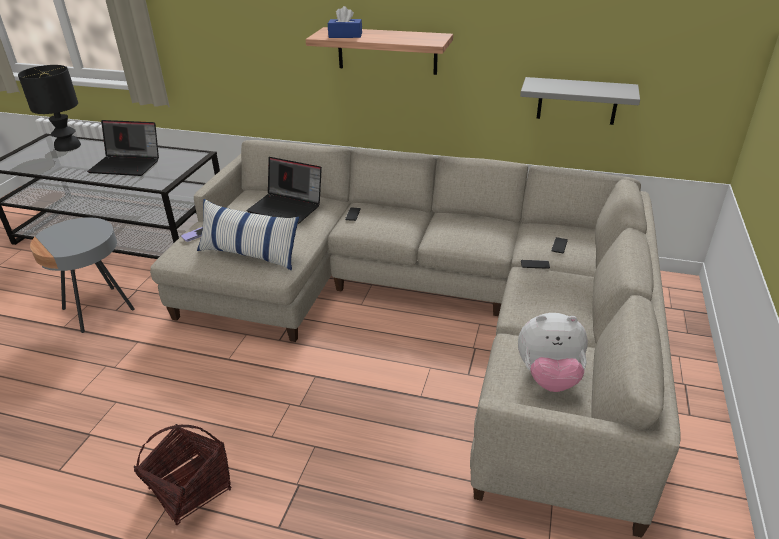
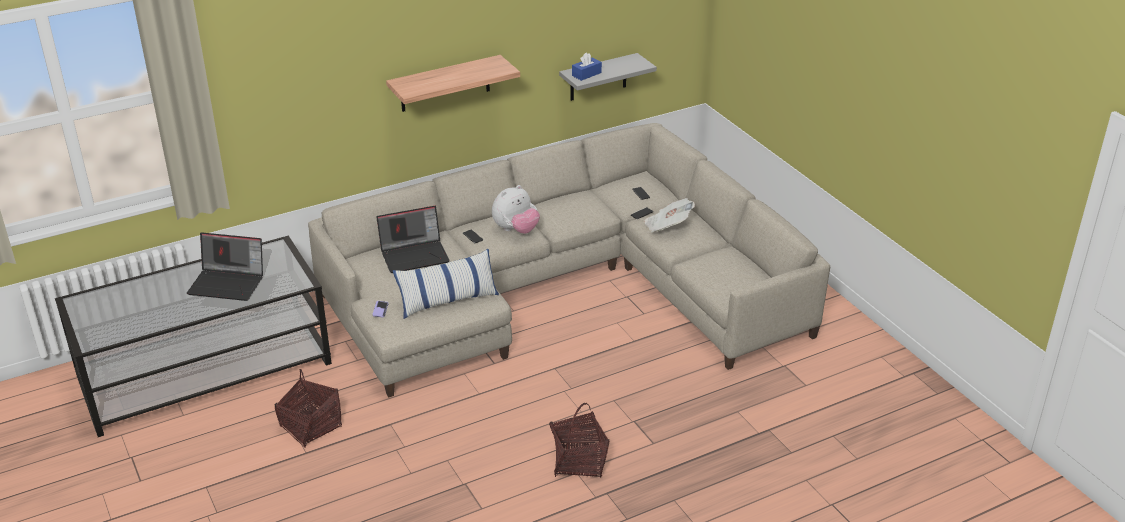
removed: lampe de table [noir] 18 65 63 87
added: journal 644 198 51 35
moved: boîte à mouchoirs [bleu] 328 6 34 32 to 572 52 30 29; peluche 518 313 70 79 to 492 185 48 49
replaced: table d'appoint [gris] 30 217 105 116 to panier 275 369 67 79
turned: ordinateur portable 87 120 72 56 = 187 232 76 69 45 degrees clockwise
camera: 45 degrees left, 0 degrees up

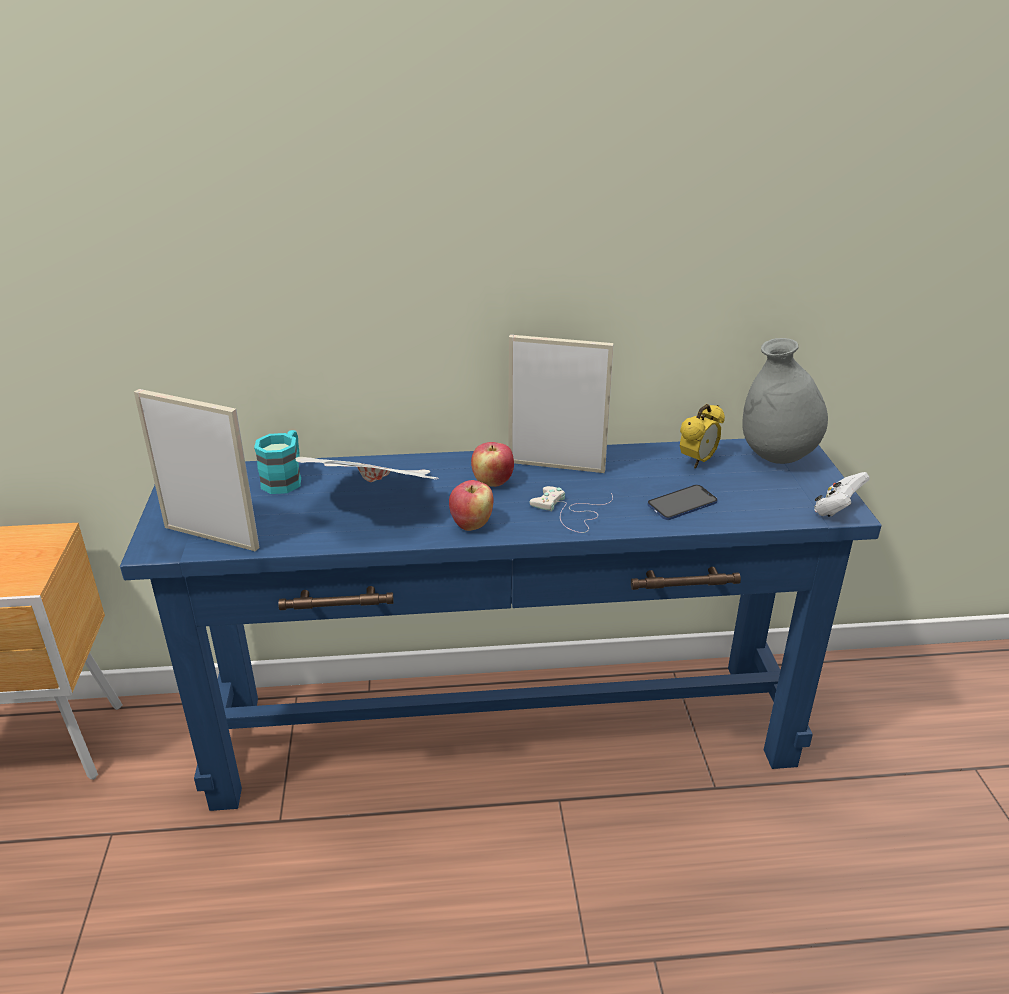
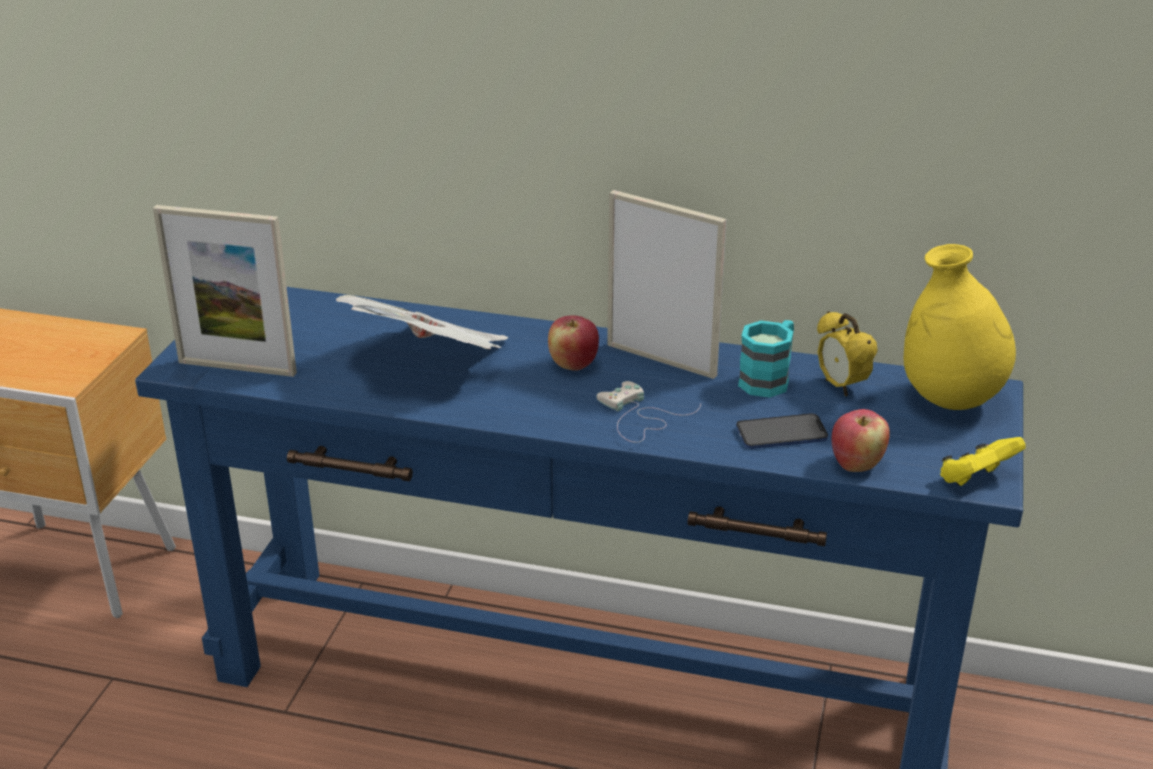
moved: mug [turquoise] 254 430 47 64 to 738 320 56 78; pomme 449 480 44 51 to 831 409 59 63
recoloured: vase [gris] 742 338 86 126 to vase [jaune] 904 244 112 166; manette [blanc] 814 472 56 45 to manette [jaune] 940 437 86 49
turned: cadre photo 134 389 126 162 = 153 205 144 172 150 degrees clockwise; réveil 680 404 45 64 = 817 311 61 86 90 degrees clockwise
camera: 20 degrees right, 0 degrees up

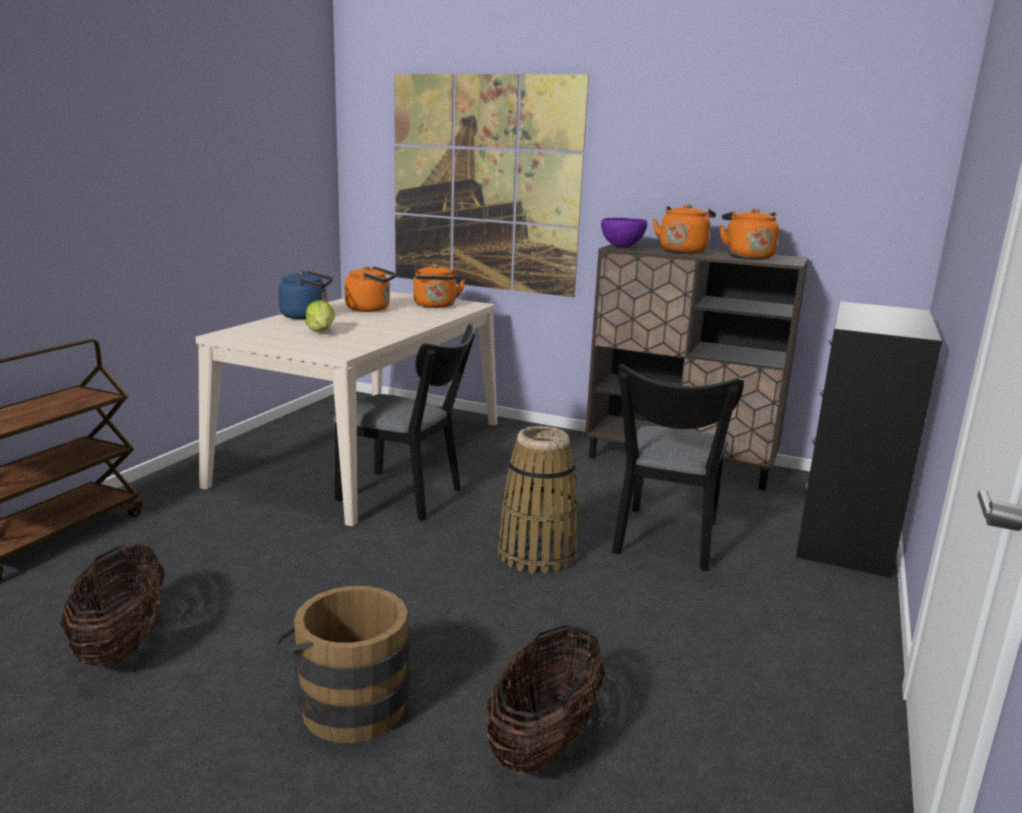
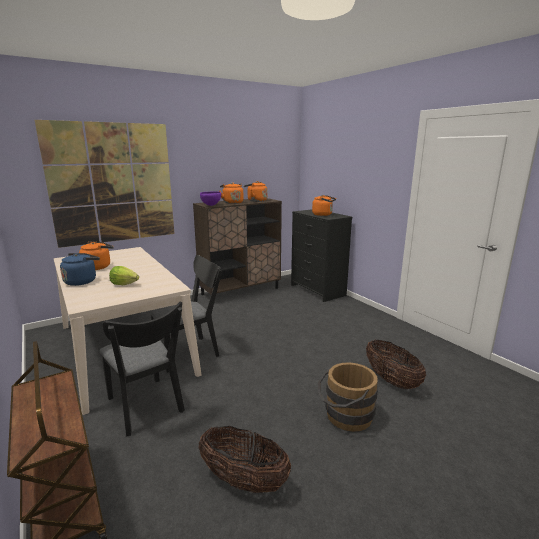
removed: panier 497 426 81 148
moved: bouilloire [orange] 413 264 53 44 to 312 195 24 21; chaise [noir] 612 364 132 207 to 99 302 86 134
camera: 55 degrees left, 0 degrees up

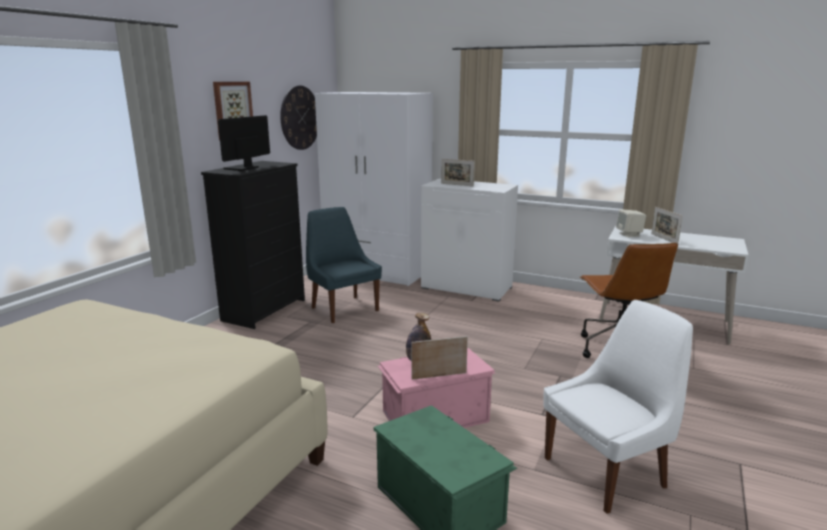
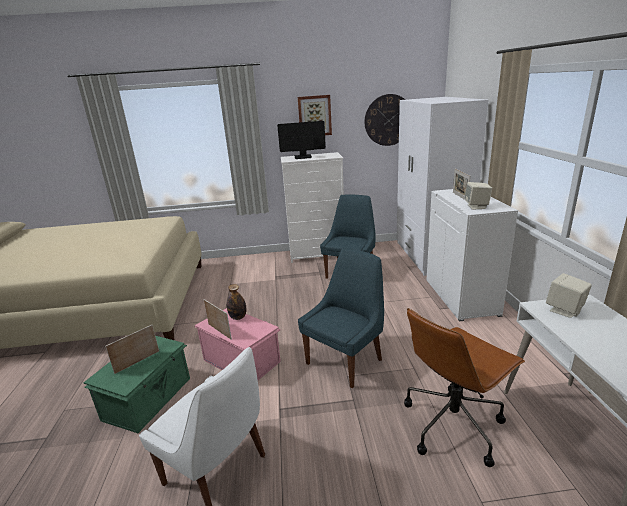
added: chaise [bleu] 298 248 86 140; enceinte [beige] 464 182 28 28
moved: cadre photo 651 207 32 36 to 105 325 54 49
recoloured: commode [noir] 201 161 104 168 to commode [blanc] 281 152 63 111
camera: 60 degrees right, 5 degrees up

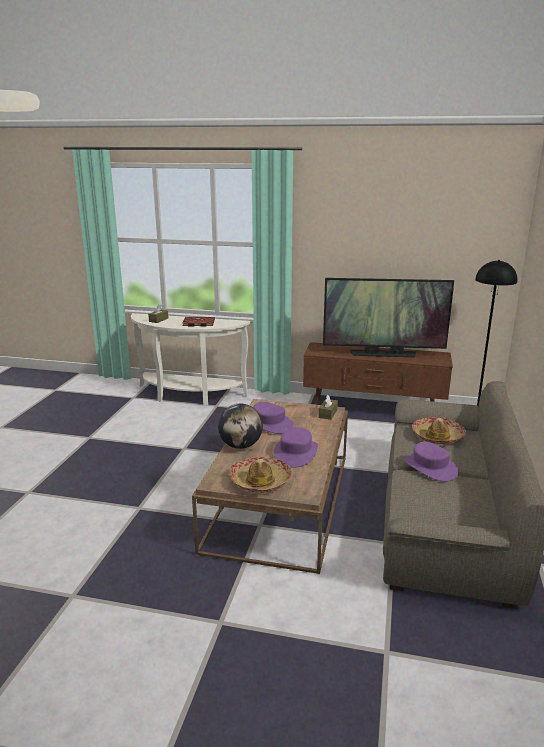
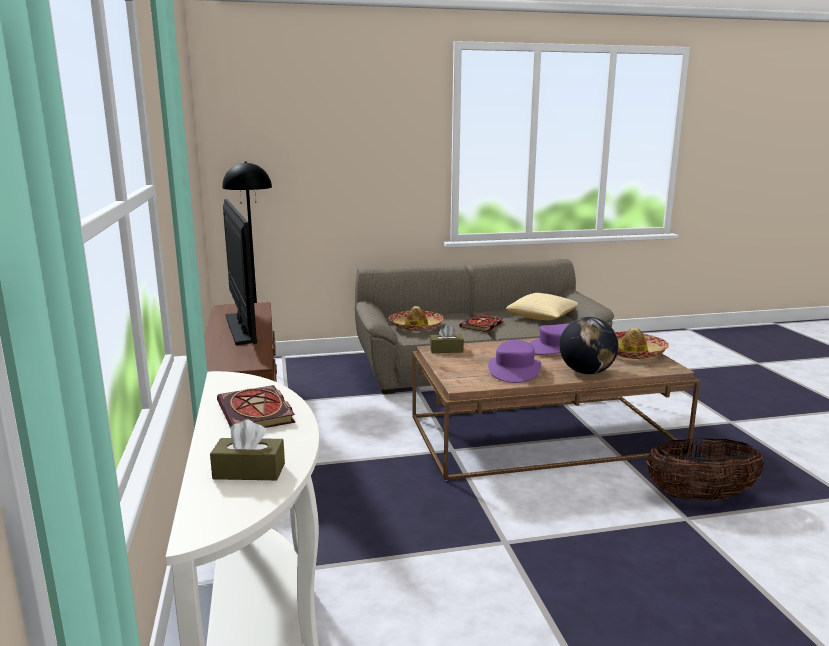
added: coussin 506 293 72 27; panier 646 438 118 63
replaced: chapeau [violet] 404 442 55 40 to livre 460 314 44 18
camera: 115 degrees left, 5 degrees down

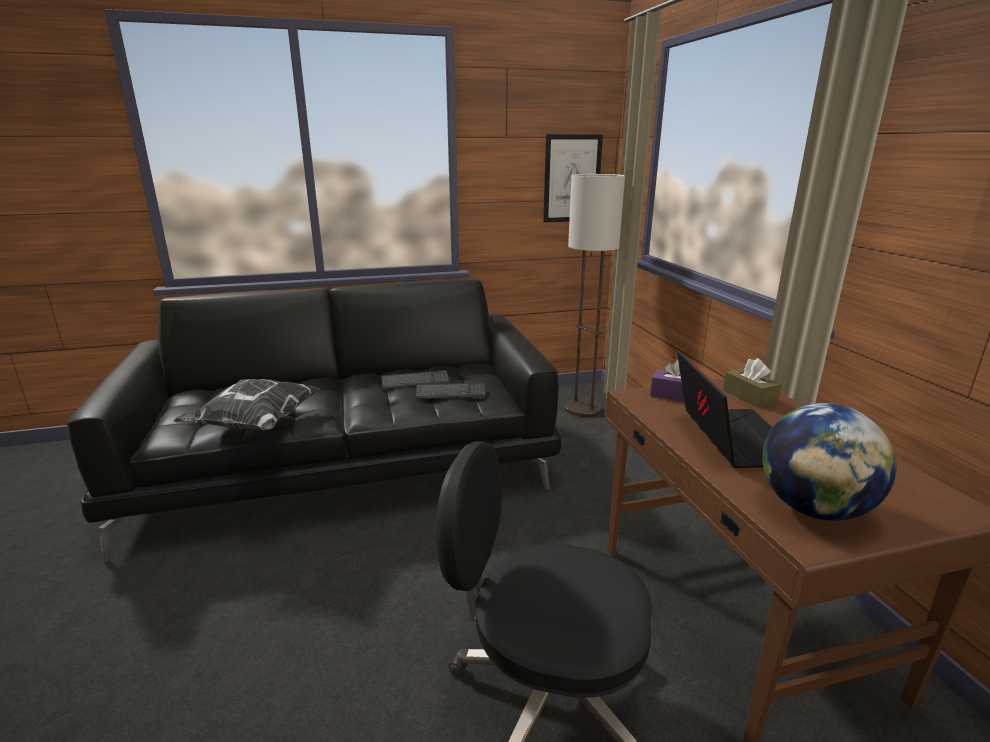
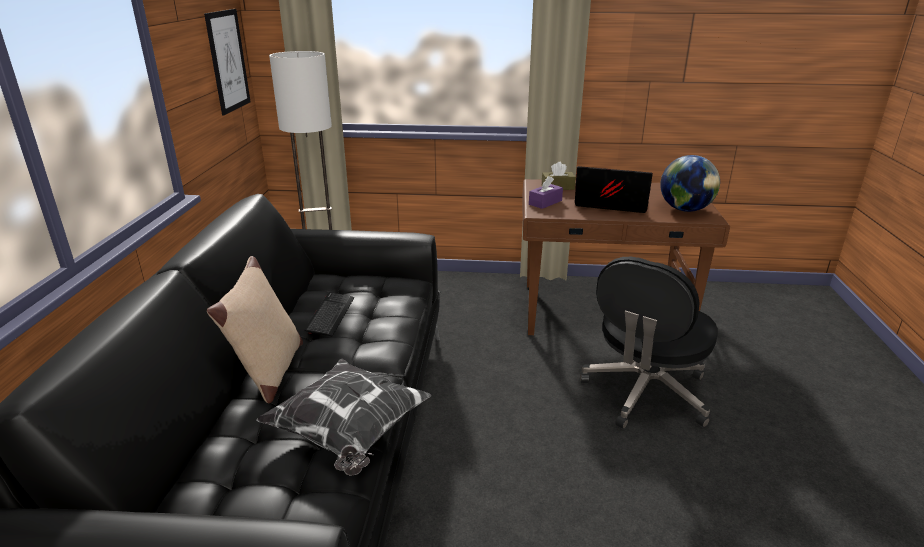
removed: clavier 415 383 71 16
added: coussin [beige] 207 256 96 147
camera: 70 degrees left, 5 degrees up

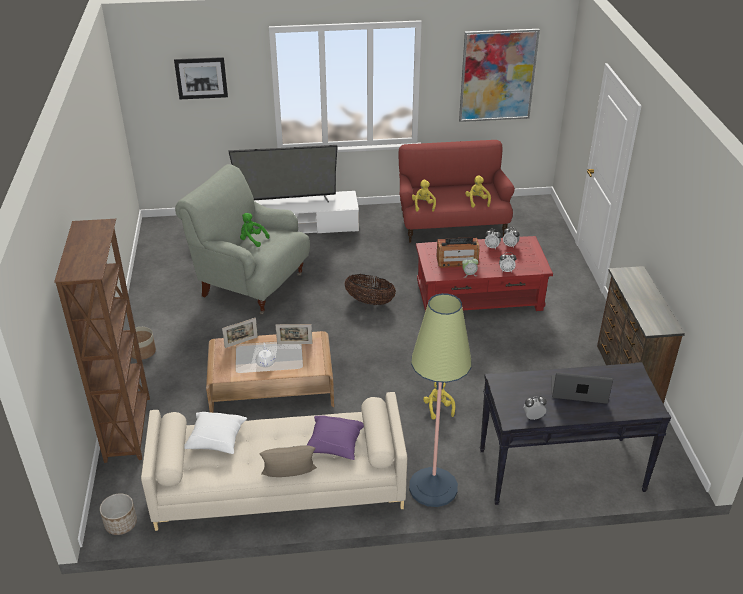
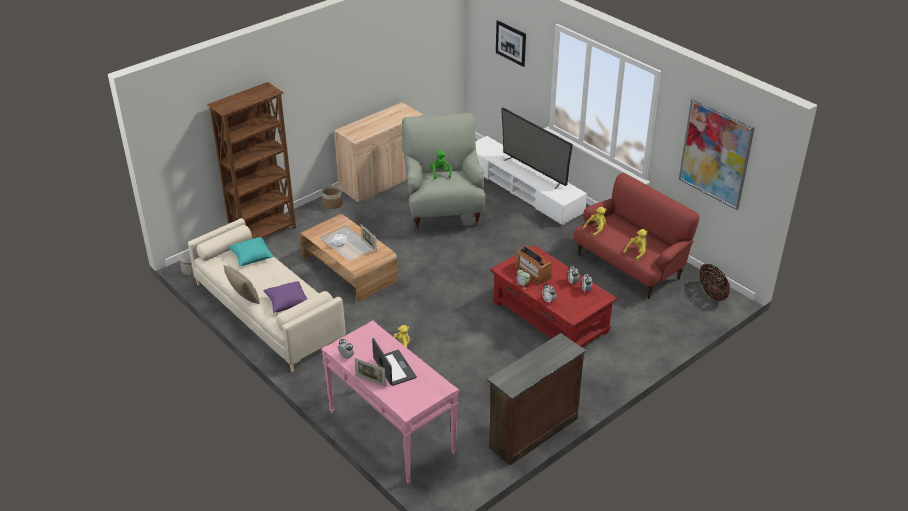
removed: lampadaire 409 293 62 214
added: meuble de rangement [beige] 334 102 89 101
moved: cadre photo 222 318 36 30 to 355 358 31 29; panier 344 274 52 31 to 700 264 30 37
recoloured: coussin [blanc] 184 412 63 42 to coussin [turquoise] 229 237 44 29; table console [noir] 480 362 191 143 to table console [rose] 321 320 138 164
camera: 55 degrees right, 0 degrees up

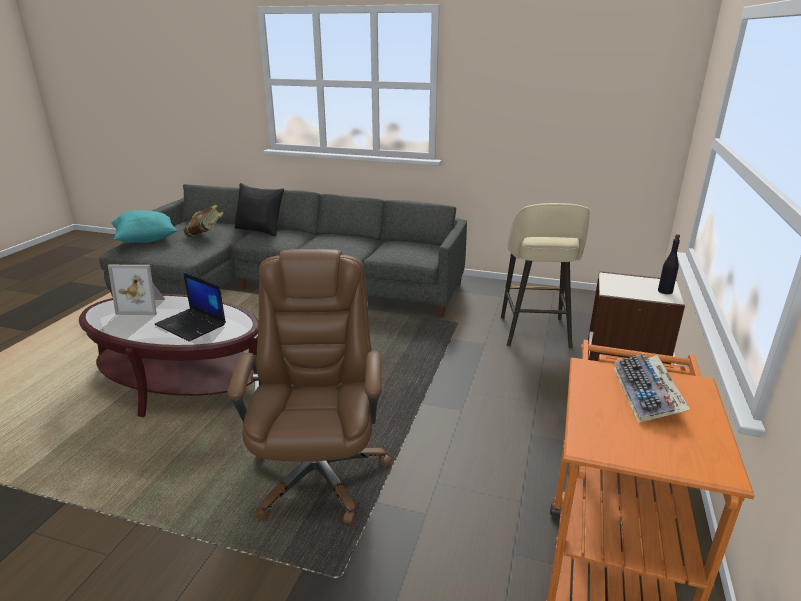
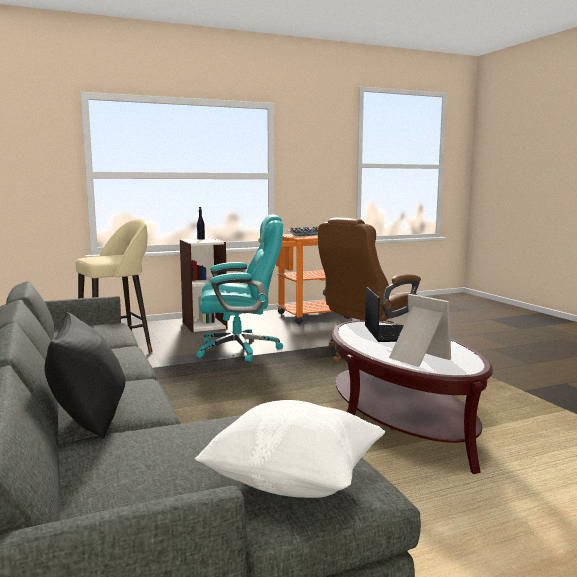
removed: livre 183 205 41 32
added: chaise de bureau [turquoise] 196 214 87 148
recoloured: coussin [turquoise] 111 210 66 33 to coussin [blanc] 195 400 190 98
camera: 130 degrees left, 15 degrees down

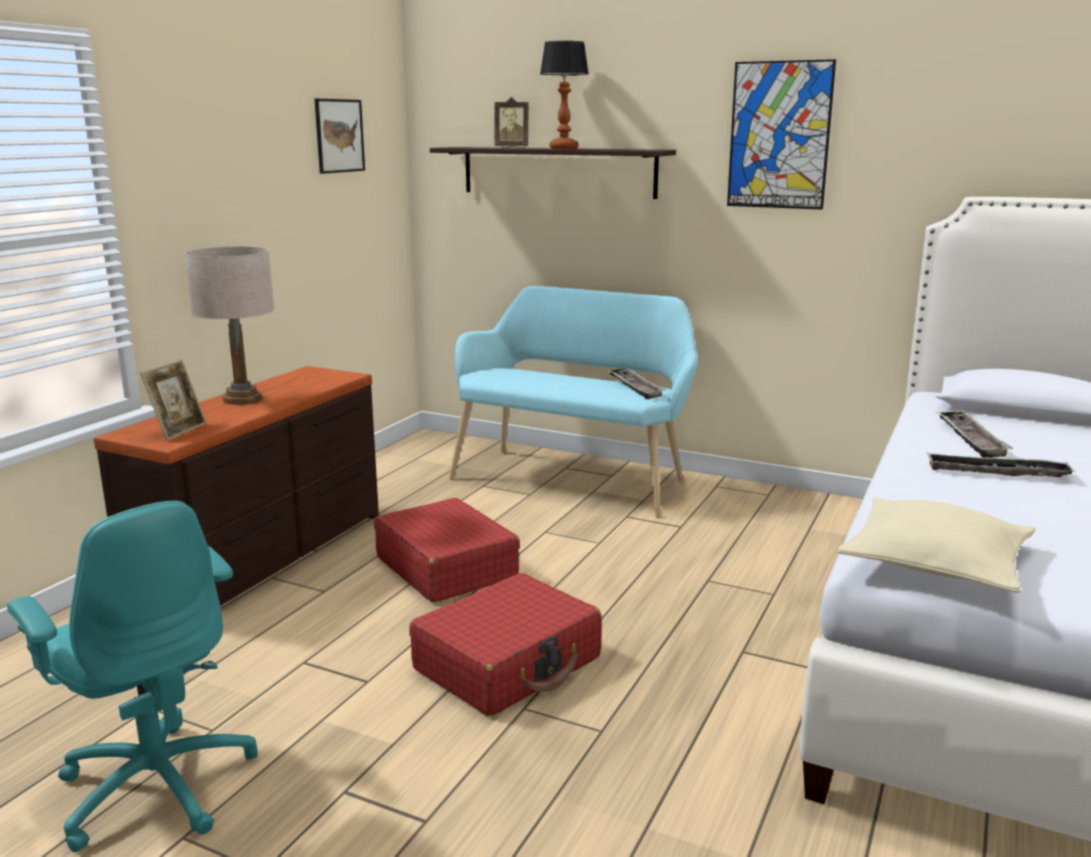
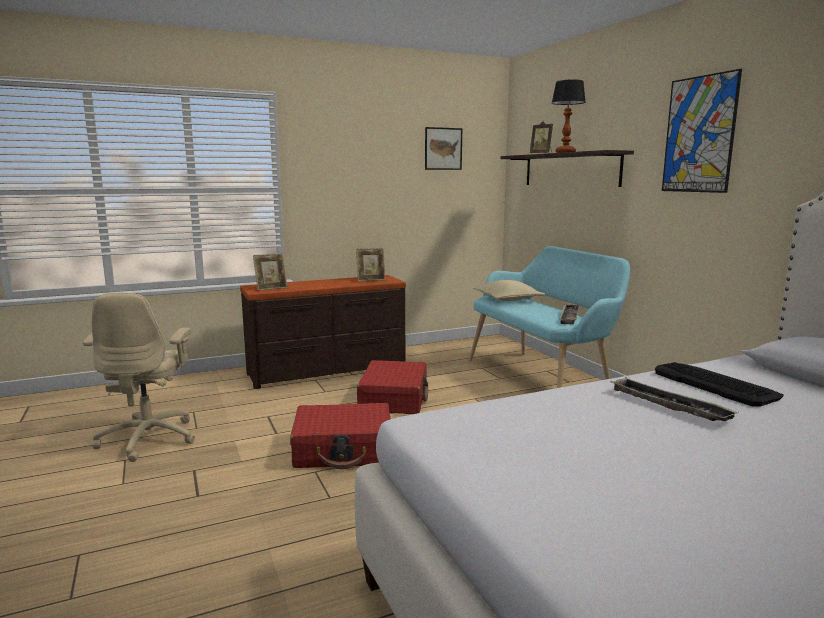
removed: lampe de table [beige] 184 246 90 159
added: cadre photo 356 248 30 33
moved: coussin [beige] 837 497 198 96 to 472 280 73 21
replaced: plateau 935 411 78 47 to clavier 655 362 129 44
recoloured: chaise de bureau [turquoise] 7 501 251 351 to chaise de bureau [beige] 83 292 112 170
camera: 40 degrees right, 5 degrees down

